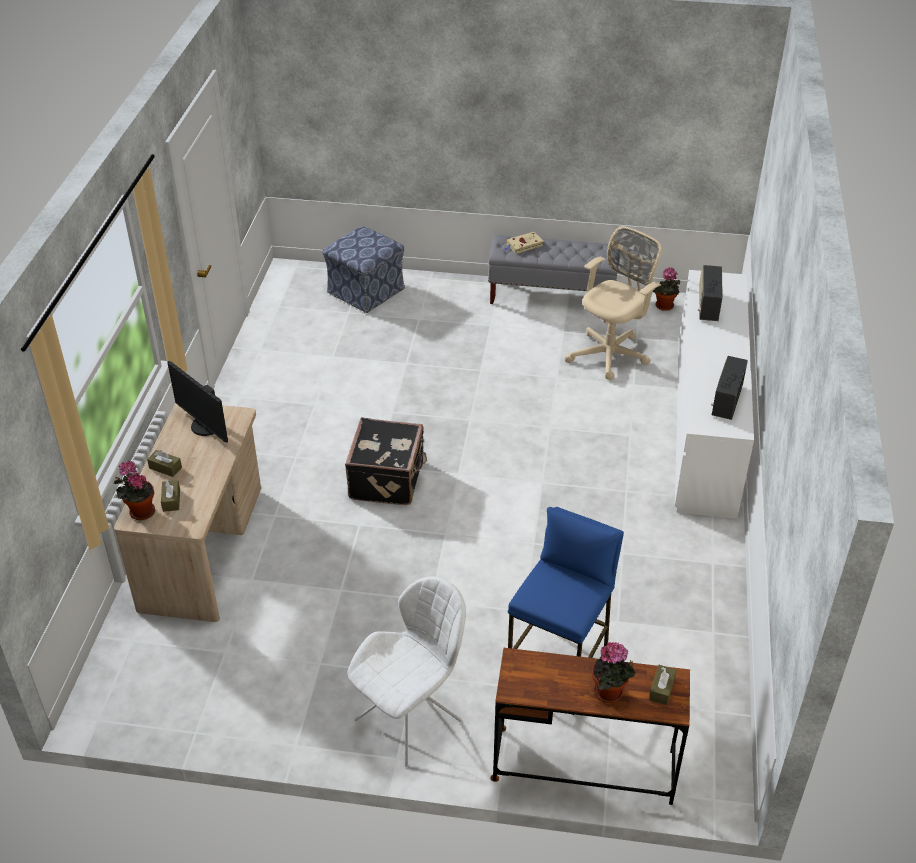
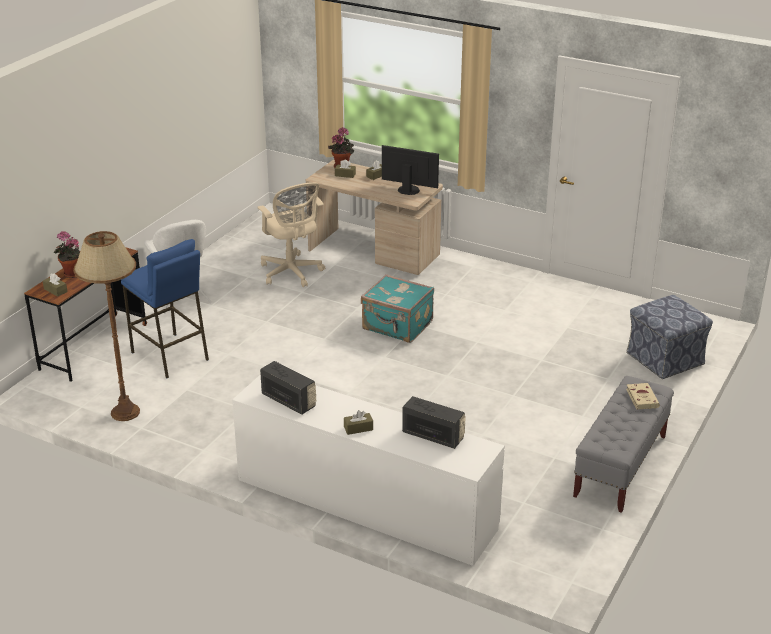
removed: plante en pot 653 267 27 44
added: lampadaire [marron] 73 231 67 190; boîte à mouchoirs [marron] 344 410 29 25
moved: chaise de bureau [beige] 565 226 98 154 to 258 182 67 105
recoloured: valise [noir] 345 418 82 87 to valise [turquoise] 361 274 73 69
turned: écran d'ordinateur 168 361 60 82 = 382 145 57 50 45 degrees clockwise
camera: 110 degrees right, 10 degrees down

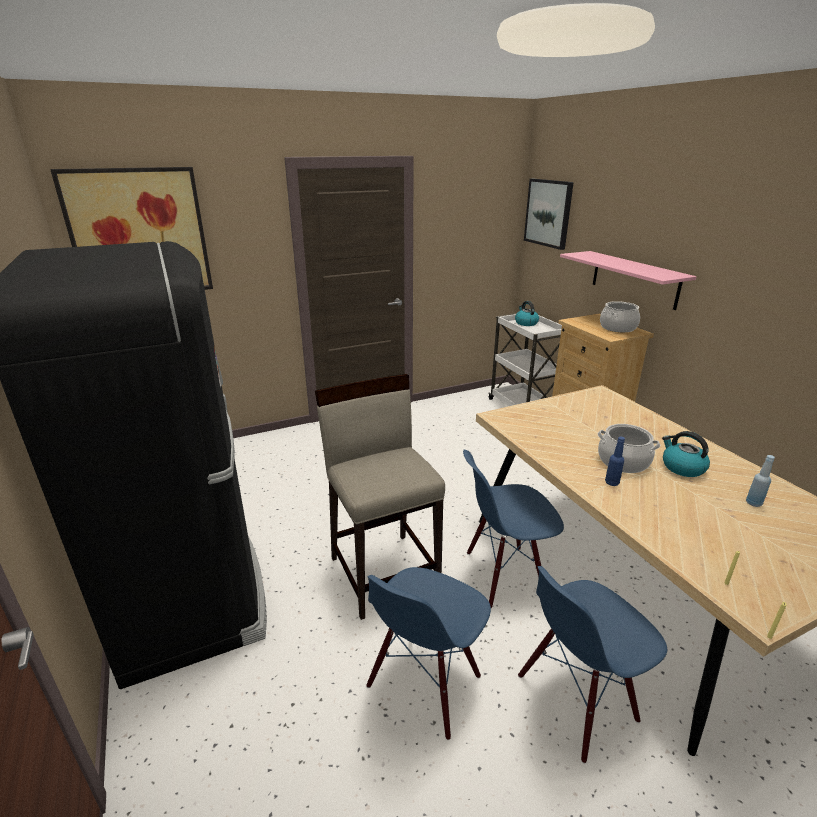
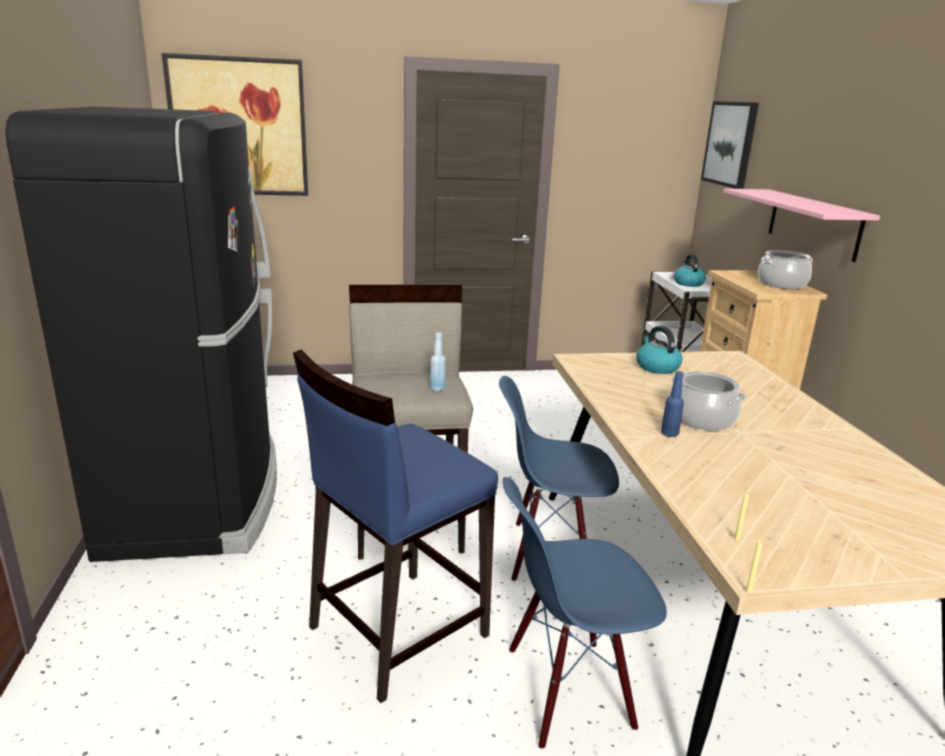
moved: bouilloire 662 431 48 46 to 636 326 46 48; bouteille [bleu] 746 455 29 52 to 430 333 16 58
replaced: chaise [bleu] 366 567 125 173 to tabouret [bleu] 293 349 205 354
camera: 15 degrees right, 5 degrees down

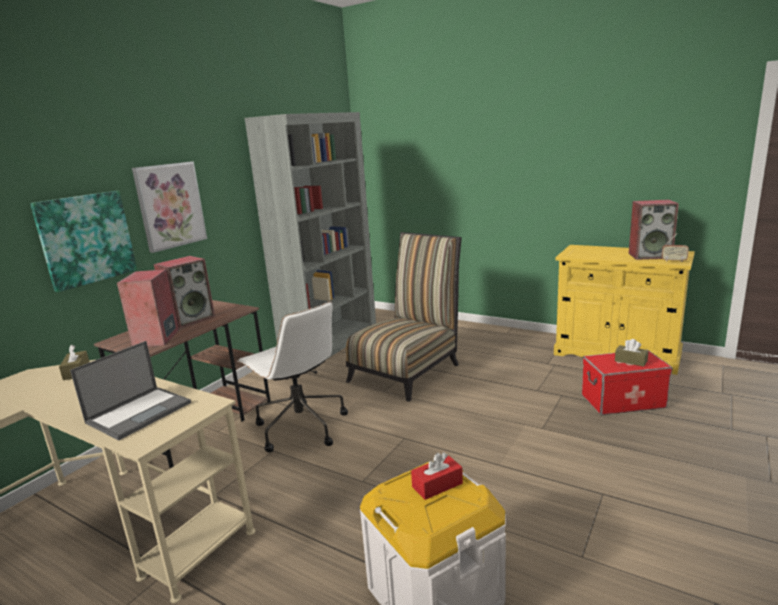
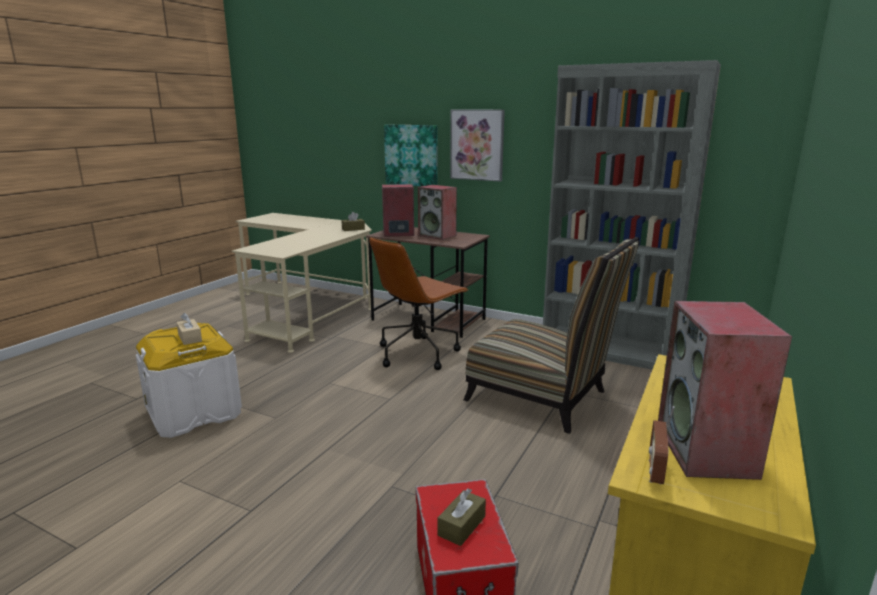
removed: ordinateur portable 70 341 121 99
recoloured: chaise de bureau [blanc] 237 301 111 151 to chaise de bureau [marron] 369 237 100 133; boîte à mouchoirs [rouge] 411 452 52 48 to boîte à mouchoirs [beige] 176 312 26 33
camera: 85 degrees right, 0 degrees up

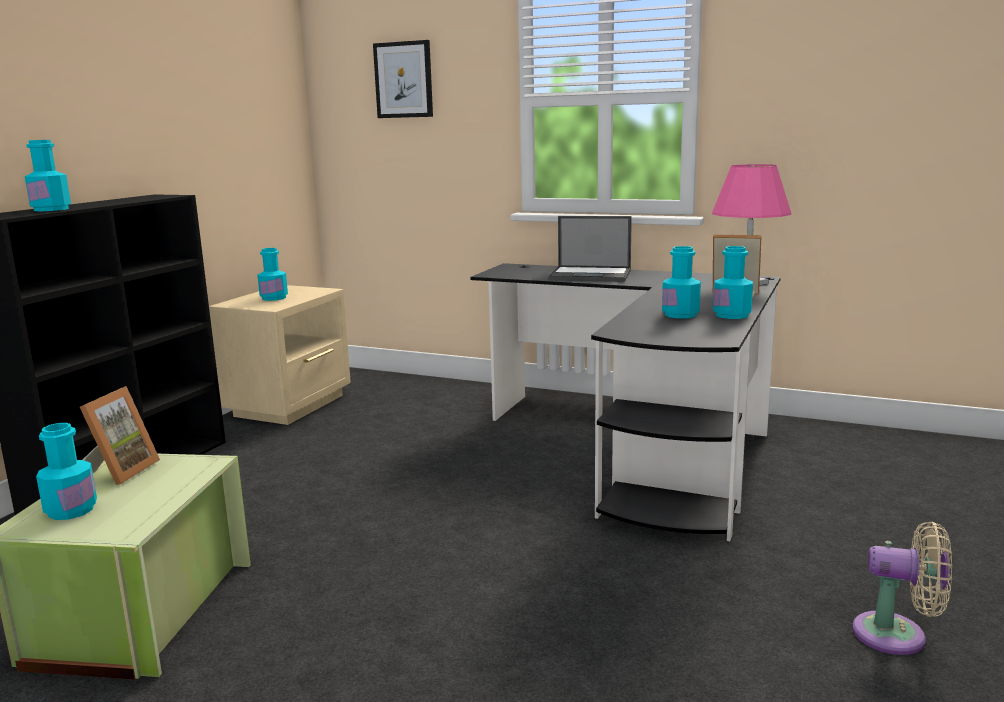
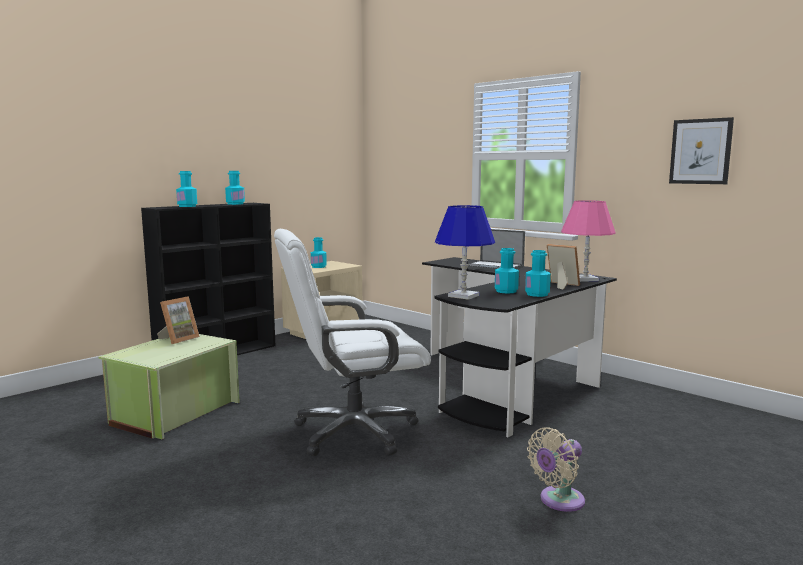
added: chaise de bureau [blanc] 274 229 157 227; lampe de table [bleu] 435 205 60 95
moved: bouteille [turquoise] 36 423 61 97 to 225 171 20 34; tableau 373 40 60 78 to 669 117 65 67
turned: ventilateur [beige] 852 521 100 134 = 527 427 58 85 105 degrees clockwise
camera: 20 degrees right, 5 degrees down

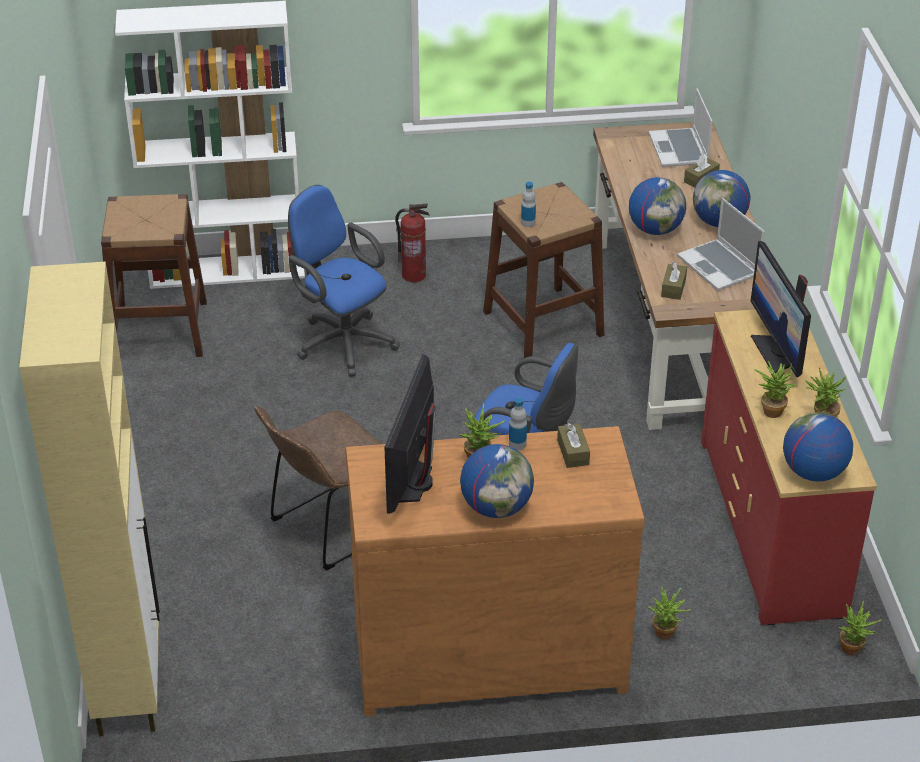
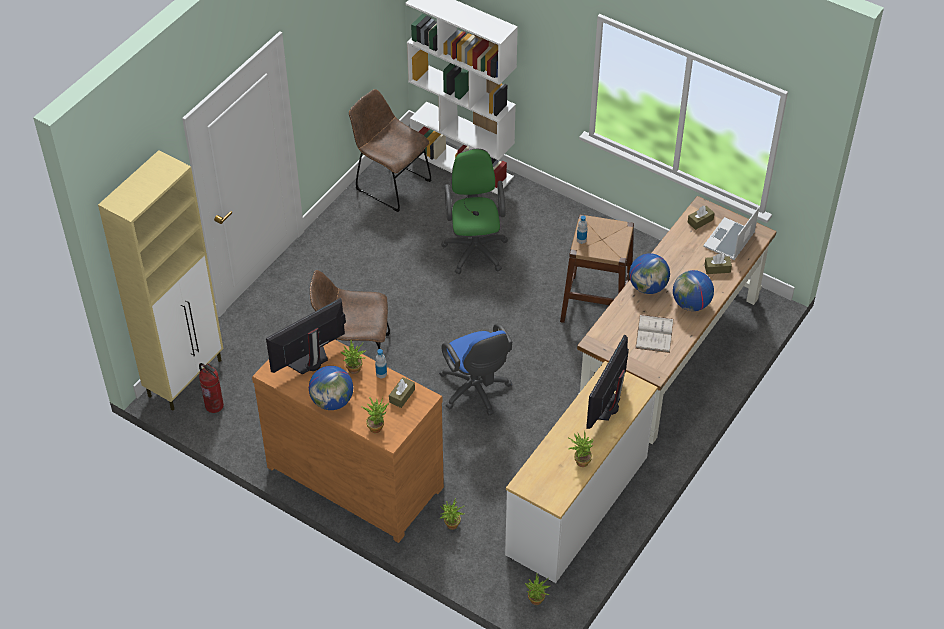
removed: globe 783 413 70 68
moved: extincteur 395 203 34 80 to 199 363 25 50; boîte à mouchoirs [marron] 661 261 26 39 to 687 205 28 25; plante en pot 754 361 43 57 to 361 397 28 36
replaced: tabouret [marron] 101 194 106 163 to chaise [marron] 349 89 83 123; ordinateur portable 677 198 88 93 to livre [blanc] 635 315 39 38
recoloured: chaise de bureau [bleu] 288 185 112 192 to chaise de bureau [vert] 441 149 67 125; commode [rouge] 701 309 176 316 to commode [blanc] 505 361 153 222
camera: 40 degrees right, 10 degrees up

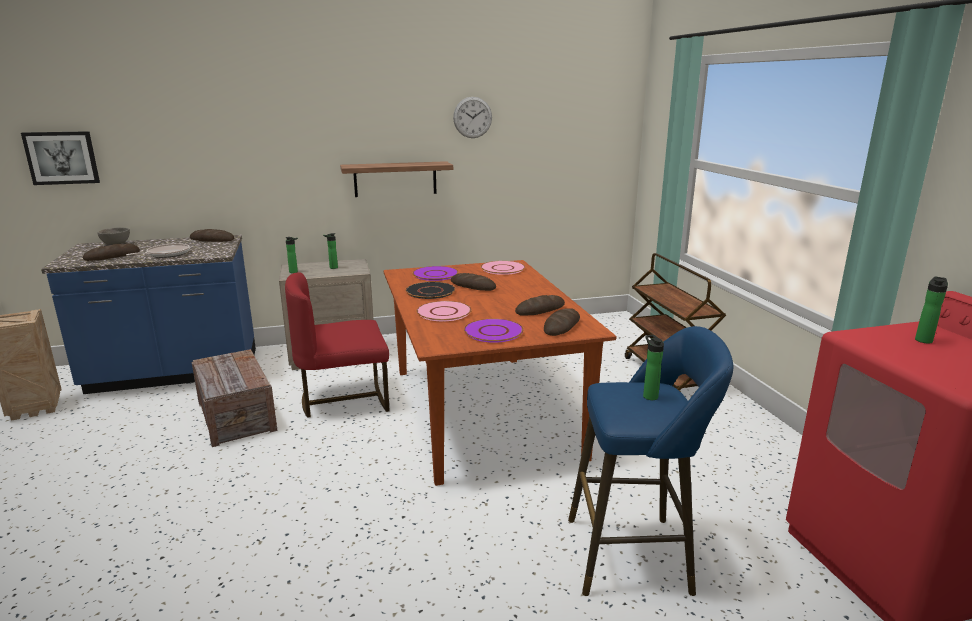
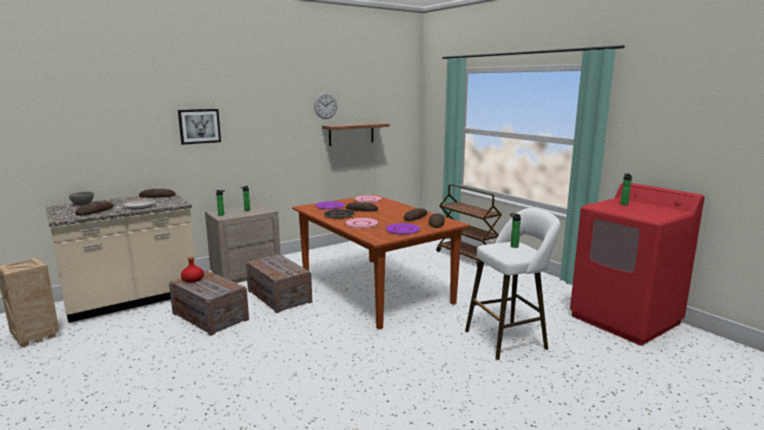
added: bouteille [rouge] 181 257 23 26
moved: tableau 21 131 79 54 to 178 109 43 36; étagère 340 161 113 36 to 322 123 68 23
replaced: chaise [rouge] 285 272 104 146 to caisse 246 254 66 59
recoloured: comptoir de cuisine [bleu] 41 235 215 159 to comptoir de cuisine [beige] 46 193 150 130; tabouret [bleu] 568 326 165 270 to tabouret [blanc] 465 208 95 152
camera: 20 degrees left, 5 degrees down

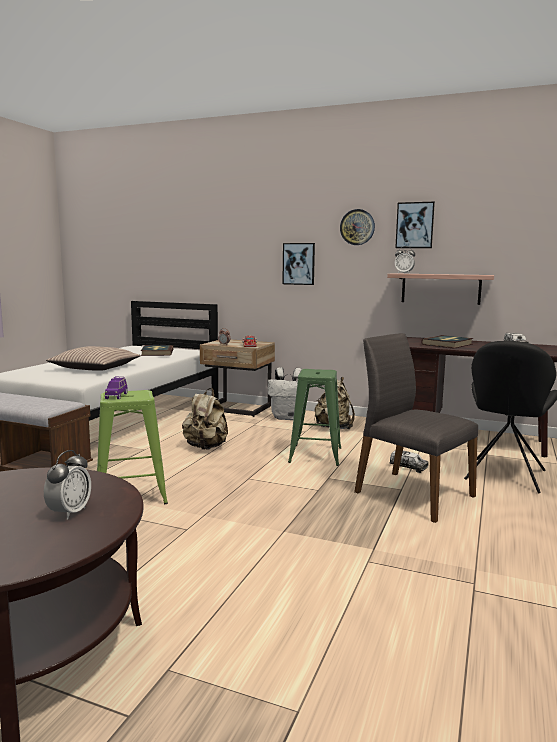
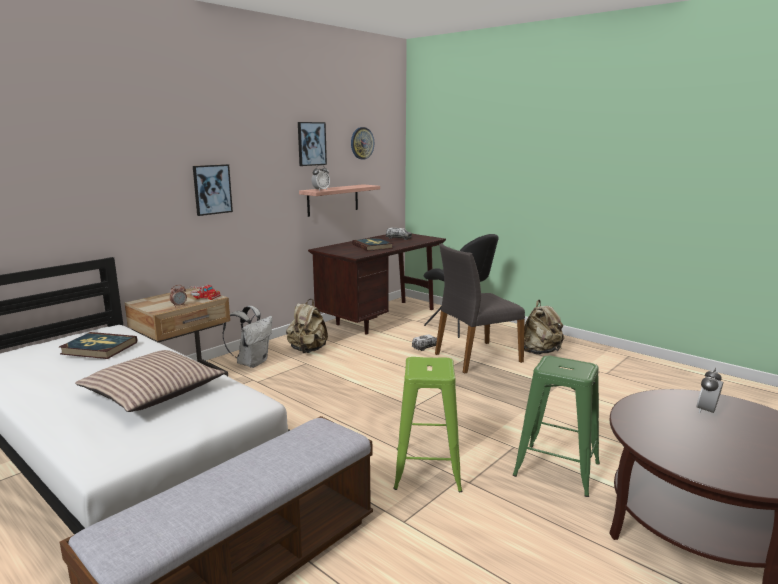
removed: petite voiture [violet] 105 377 23 22
moved: sac à dos [beige] 182 388 46 62 to 524 300 41 54; tabouret [vert] 288 369 53 97 to 513 356 87 141; horloge murale 340 209 35 36 to 351 127 23 32
turned: réveil 44 450 47 70 = 696 368 27 46 90 degrees counterclockwise
camera: 70 degrees left, 5 degrees up

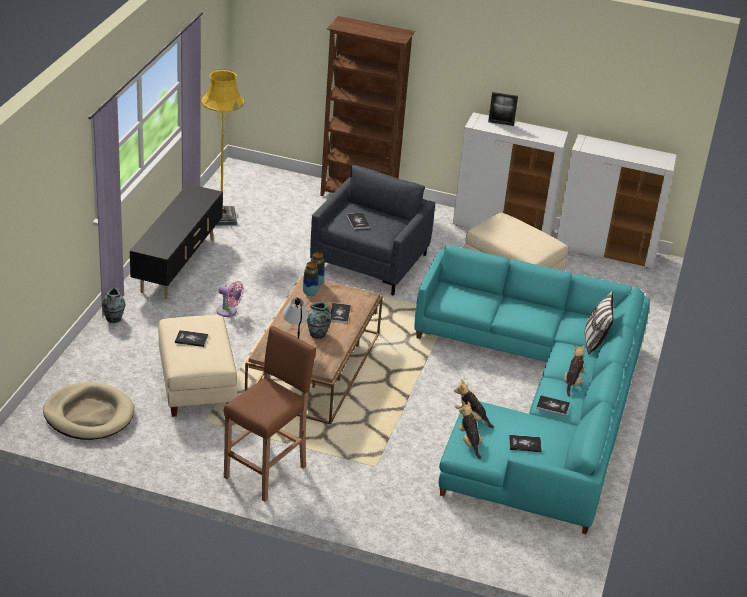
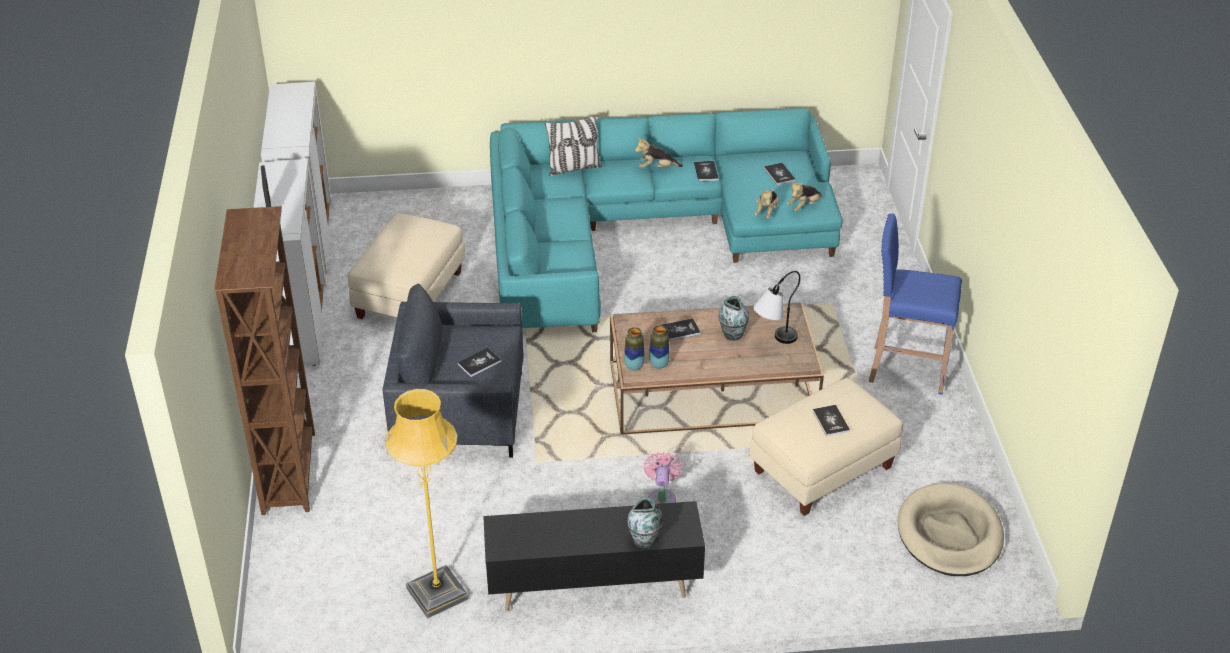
moved: vase 102 287 24 36 to 627 496 36 52
recoloured: tabouret [marron] 224 326 92 176 to tabouret [bleu] 869 213 93 182
camera: 110 degrees left, 5 degrees up

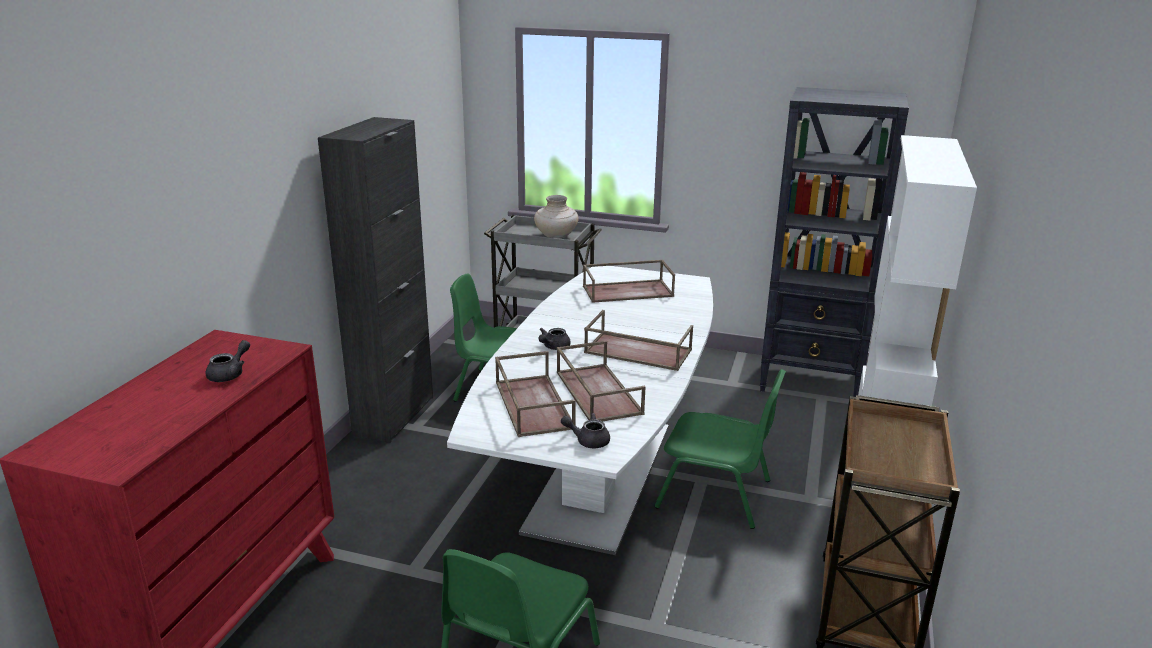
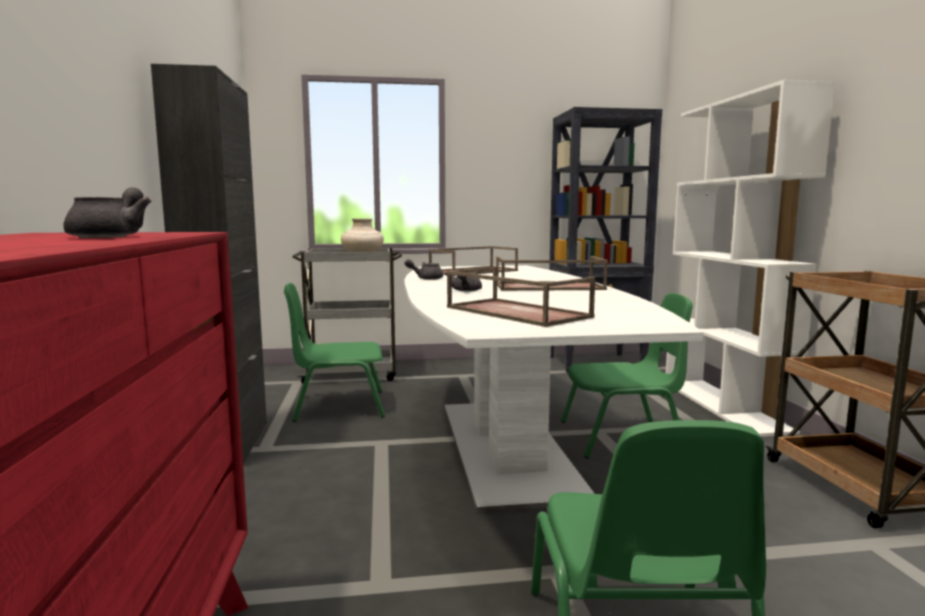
removed: plateau [marron] 557 341 88 81
moved: théière [gris] 561 413 49 35 to 405 259 38 21
camera: 25 degrees left, 15 degrees down

